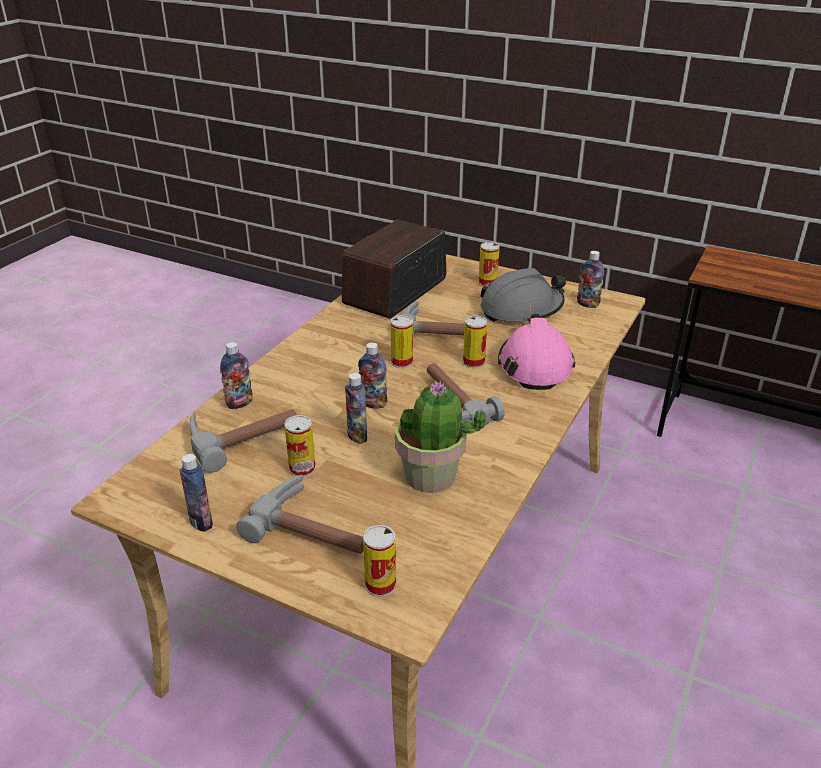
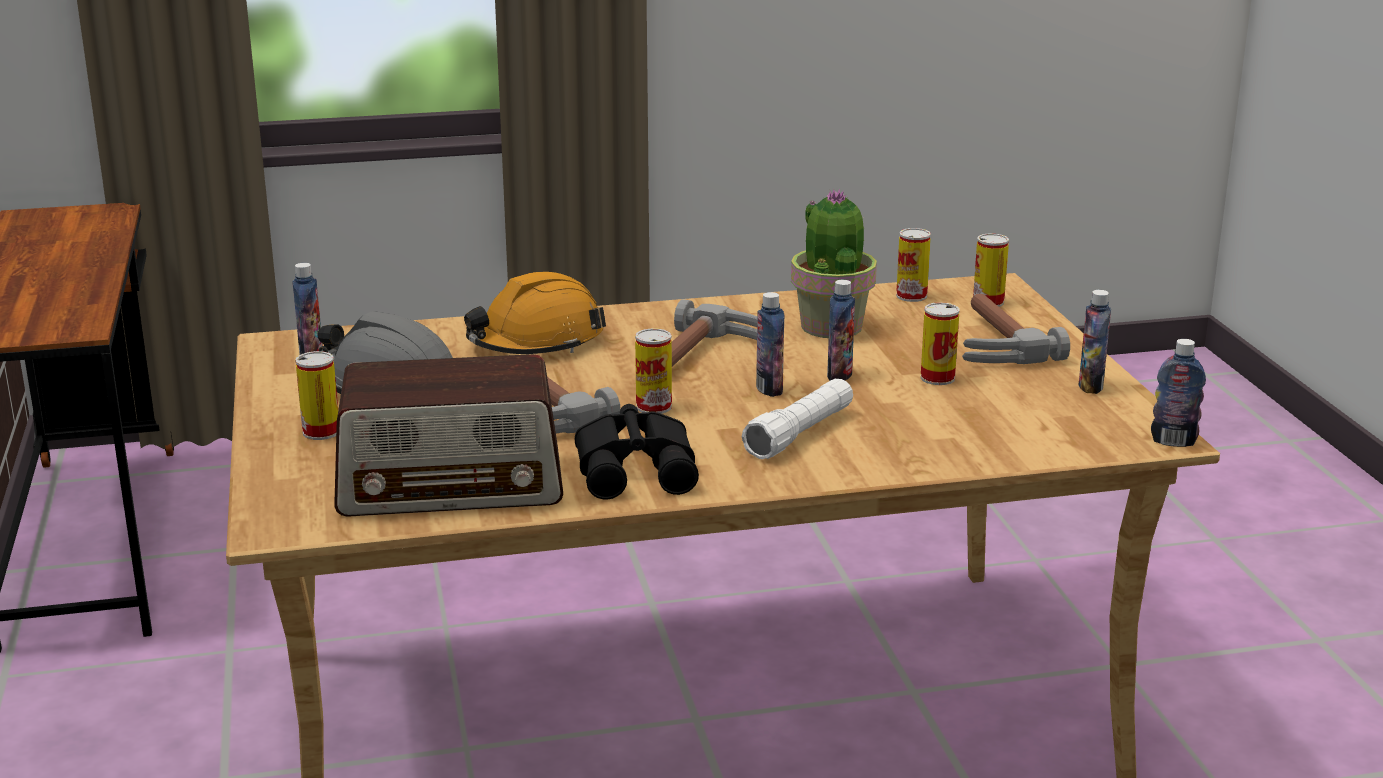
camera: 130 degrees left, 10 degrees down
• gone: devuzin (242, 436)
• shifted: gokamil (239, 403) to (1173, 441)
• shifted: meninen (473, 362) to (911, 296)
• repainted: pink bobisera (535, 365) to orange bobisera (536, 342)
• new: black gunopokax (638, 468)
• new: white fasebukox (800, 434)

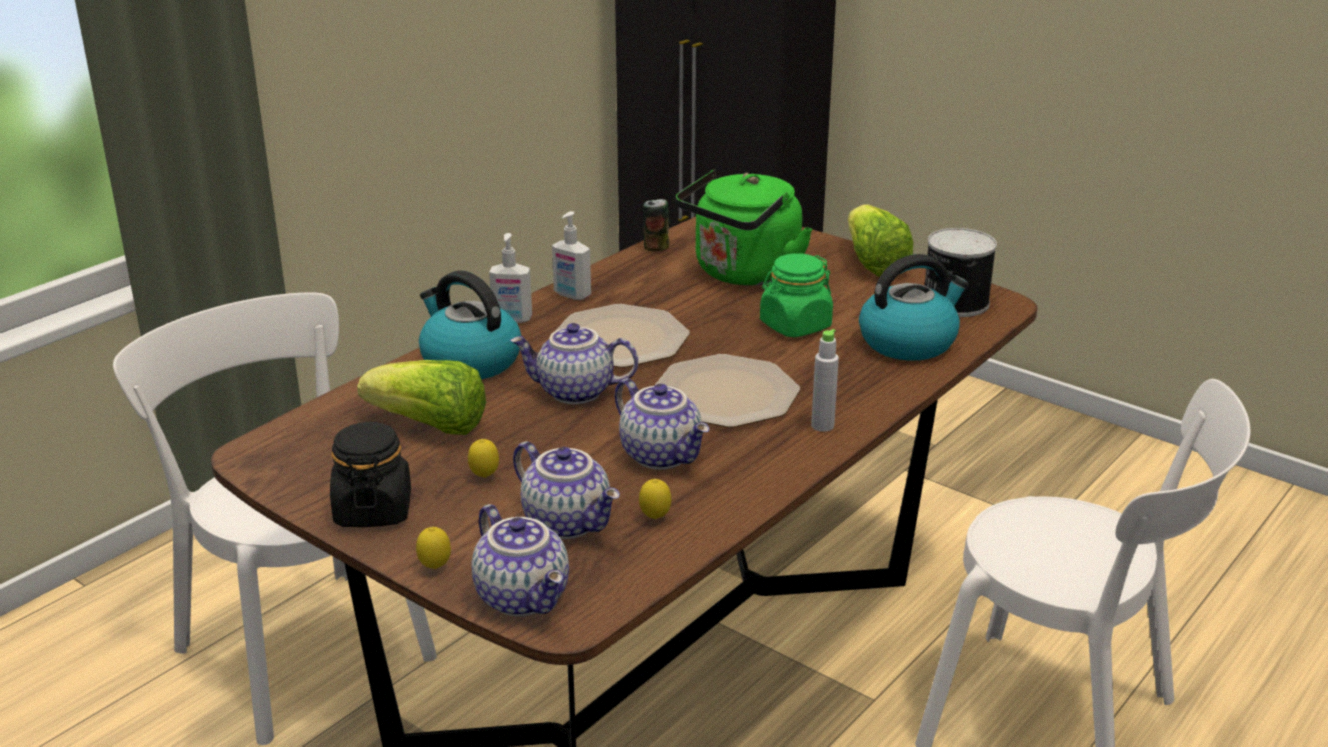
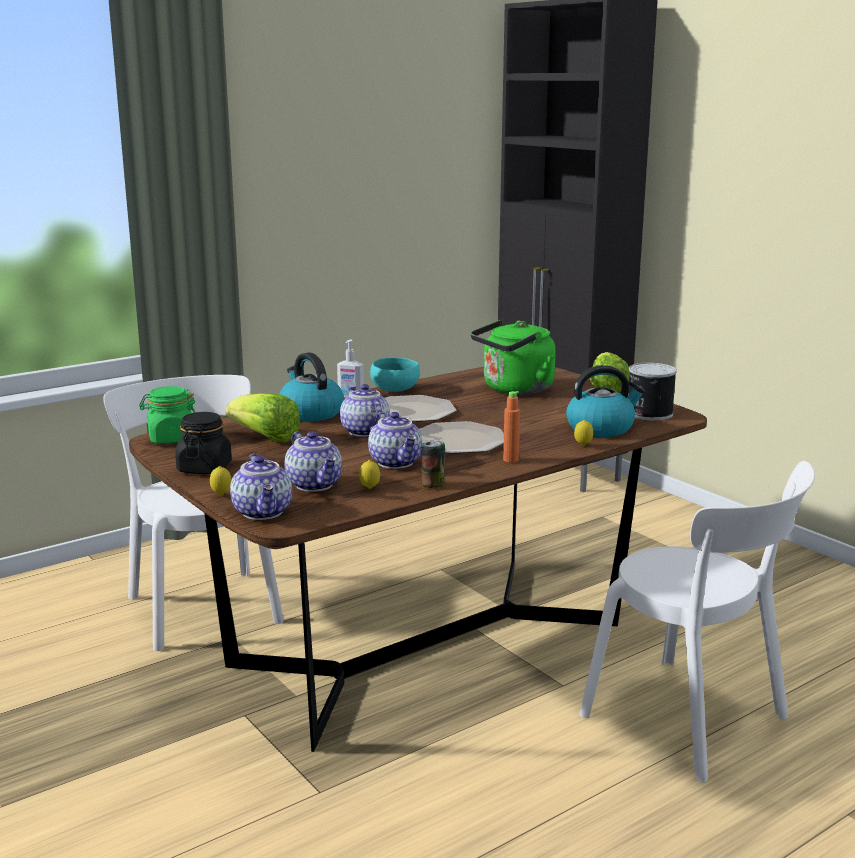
camera: 15 degrees right, 10 degrees down
• shifted: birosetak (484, 477) to (583, 445)
• rotated: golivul (574, 393) = (363, 431) 45 degrees clockwise
• swapped: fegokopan (571, 295) to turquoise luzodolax (396, 390)
• shifted: meninen (656, 247) to (433, 485)
• shifted: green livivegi (795, 326) to (171, 438)
• repainted: grey gokamil (822, 426) to orange gokamil (510, 460)

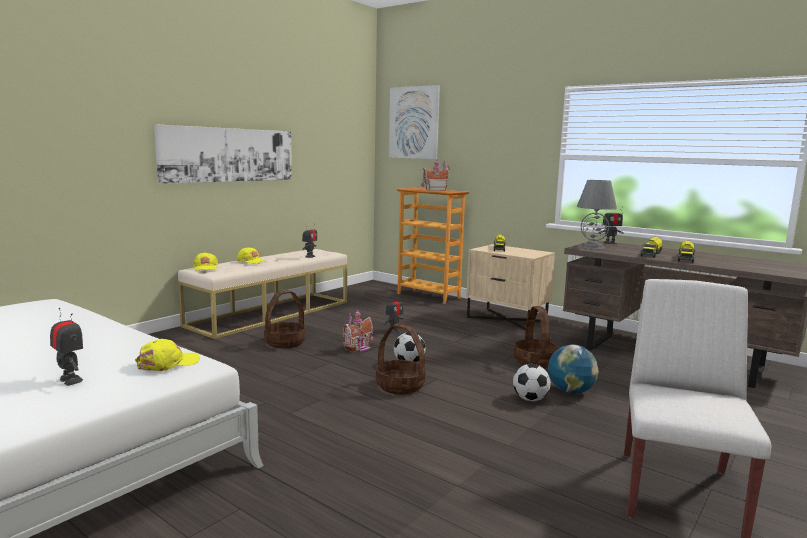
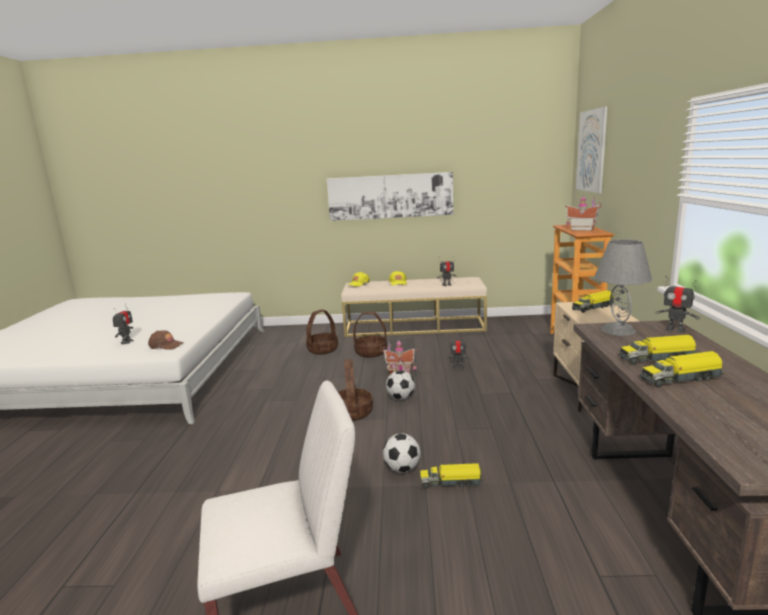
camera: 55 degrees right, 5 degrees up
• repainted: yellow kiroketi (168, 363) to brown kiroketi (166, 345)
• shifted: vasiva (535, 362) to (322, 349)
• swapped: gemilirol (570, 391) to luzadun (451, 482)

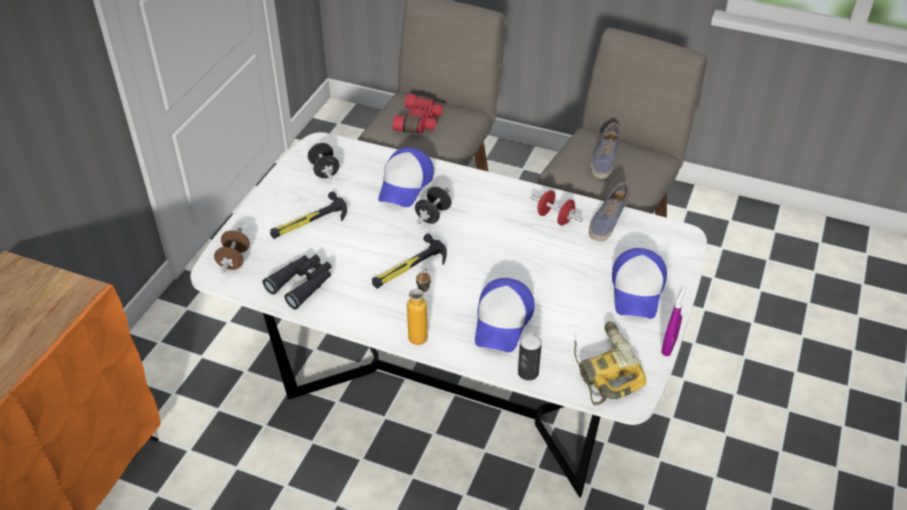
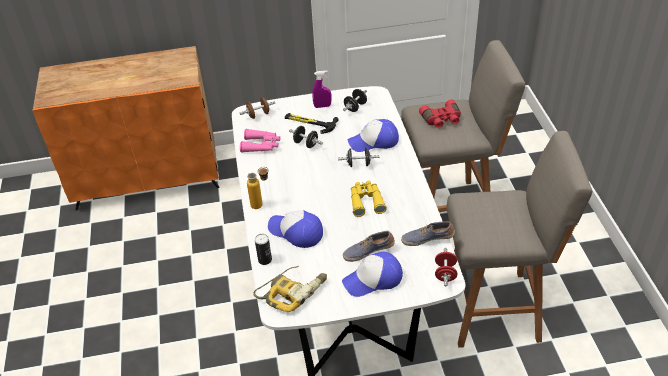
camera: 60 degrees right, 0 degrees up
• repainted: black gunopokax (302, 284) to pink gunopokax (261, 145)
• gone: devuzin (408, 267)
• rotated: kiroketi (503, 322) = (296, 232) 45 degrees clockwise
• shifted: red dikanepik (555, 218) to (445, 273)
• shifted: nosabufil (604, 160) to (368, 251)
• shifted: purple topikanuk (668, 346) to (322, 106)
• new: black dikanepik (306, 144)
• new: yellow gunopokax (366, 201)

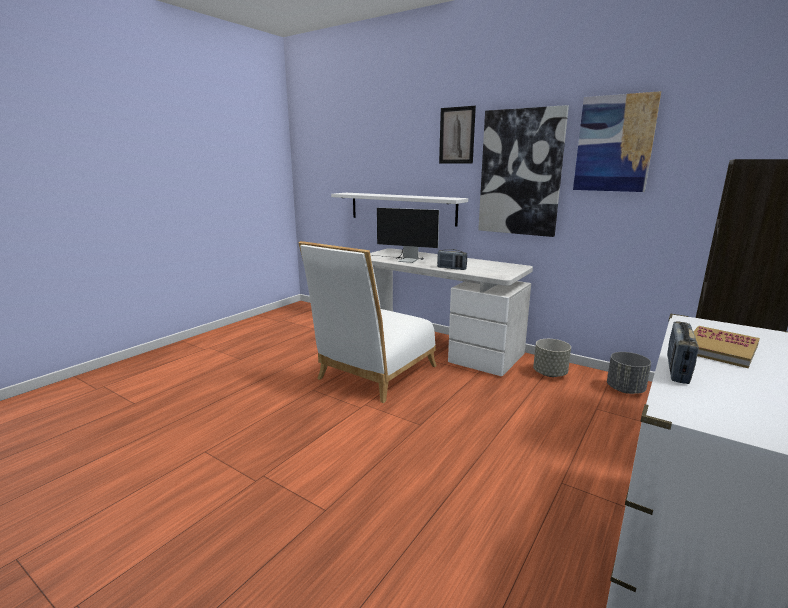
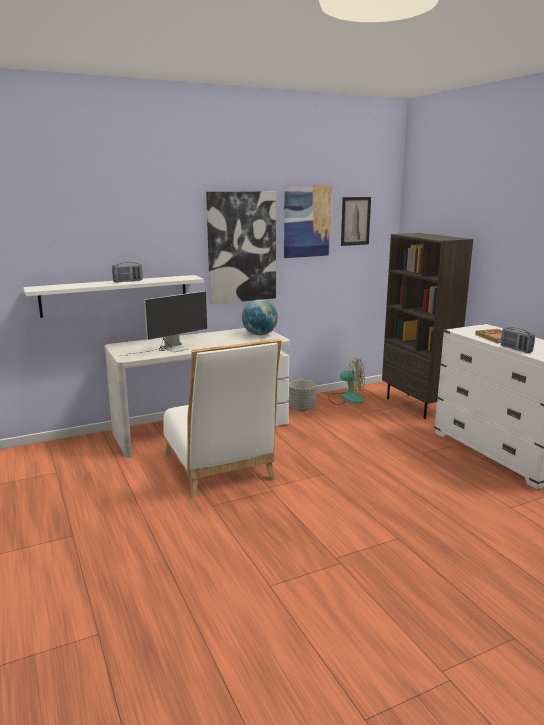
camera: 60 degrees left, 0 degrees up
• shifted: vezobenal (451, 268) to (128, 281)
• shifted: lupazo (457, 135) to (355, 221)
• swapped: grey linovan (625, 389) to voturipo (346, 398)
• new: gemilirol (260, 334)

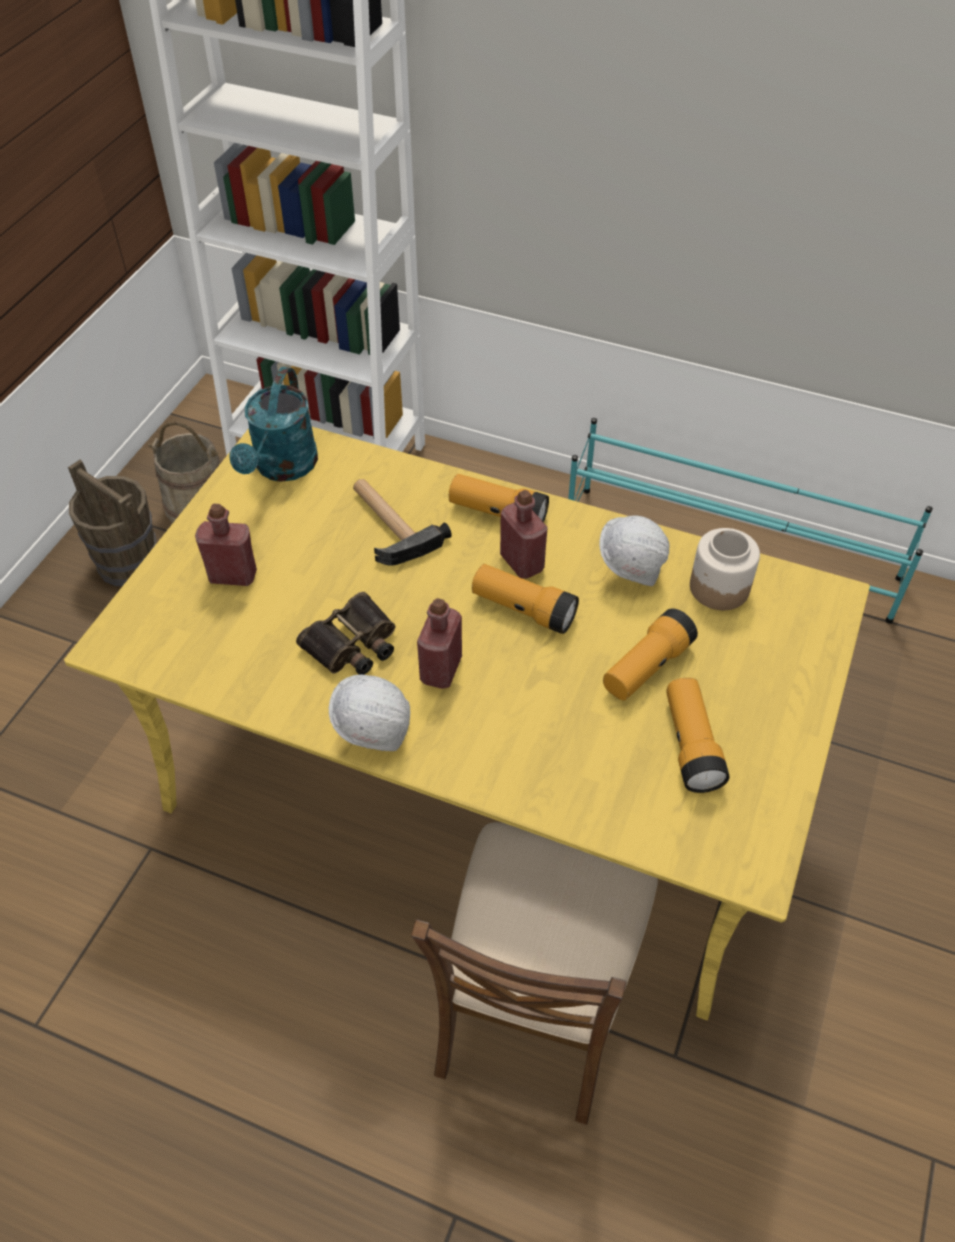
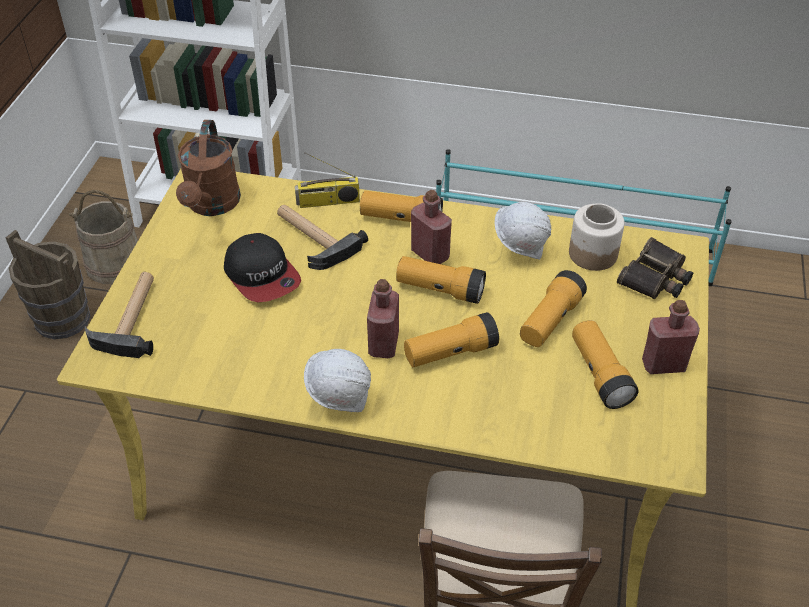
camera: 10 degrees left, 5 degrees down
• shifted: red gokamil (233, 576) to (663, 365)
• repainted: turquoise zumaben (282, 468) to brown zumaben (212, 205)
• shifted: gunopokax (353, 644) to (656, 278)
• new: devuzin (132, 317)
• new: kiroketi (262, 275)
• new: vezobenal (327, 202)
• new: fasebukox (450, 352)

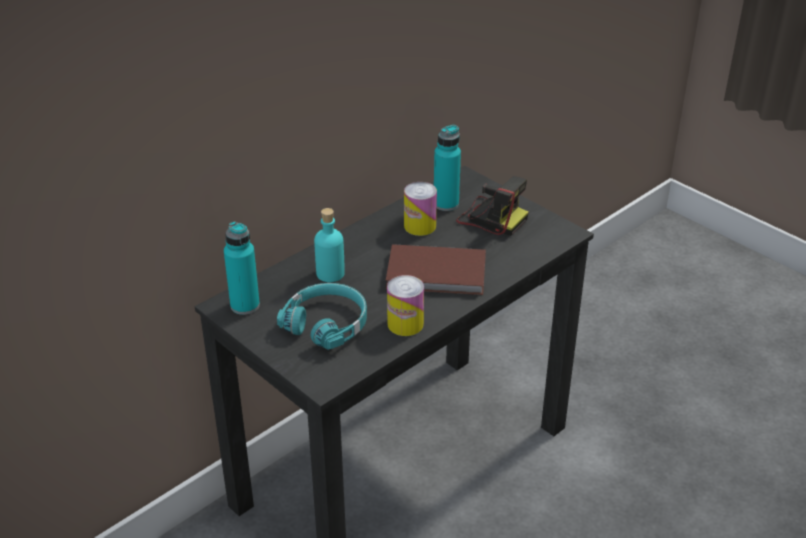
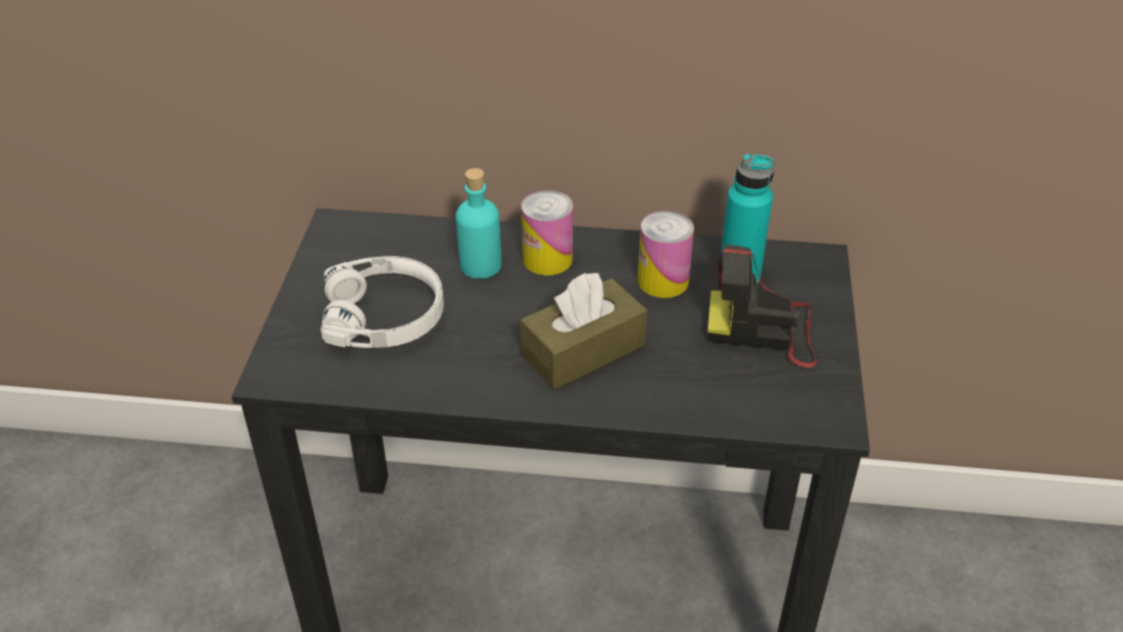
camera: 50 degrees right, 5 degrees up
• gone: turquoise gokamil (245, 305)
• repainted: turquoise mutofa (327, 323) to white mutofa (385, 316)
• swapped: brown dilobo (437, 274) to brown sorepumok (583, 350)
• shifted: meninen (405, 324) to (547, 259)
• rotated: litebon (490, 218) = (764, 330) 105 degrees clockwise

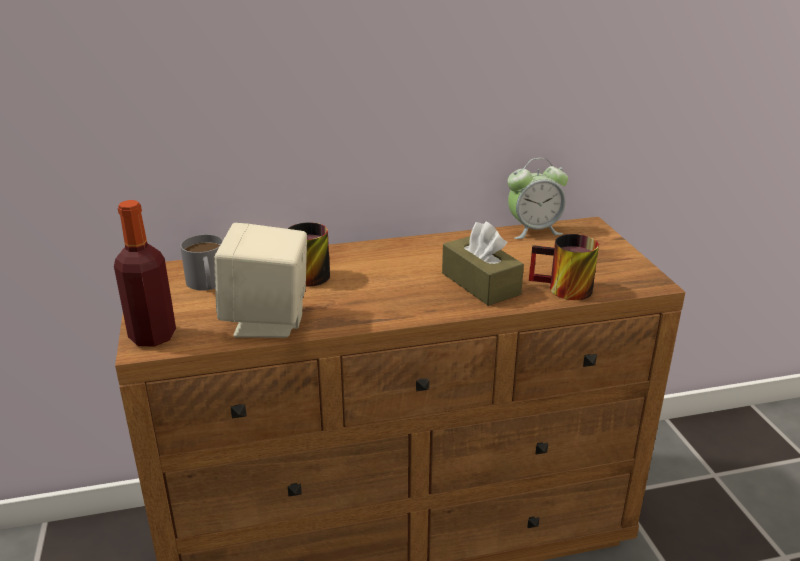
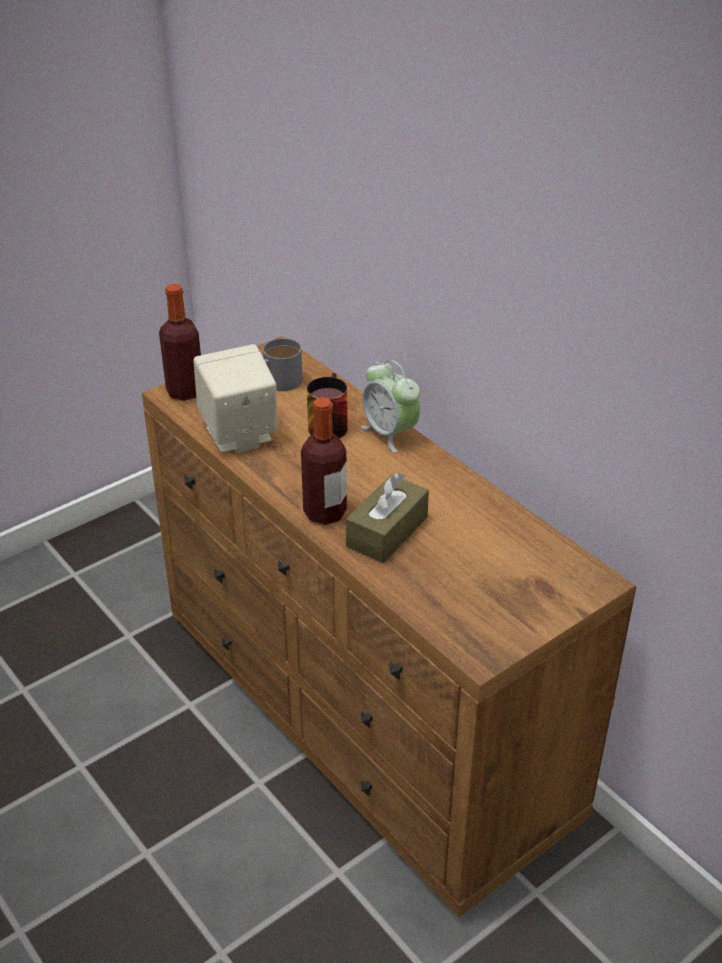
camera: 65 degrees right, 10 degrees up
• shifted: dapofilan (533, 230) to (390, 433)
• gone: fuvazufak (562, 290)
• new: gokamil (325, 513)

